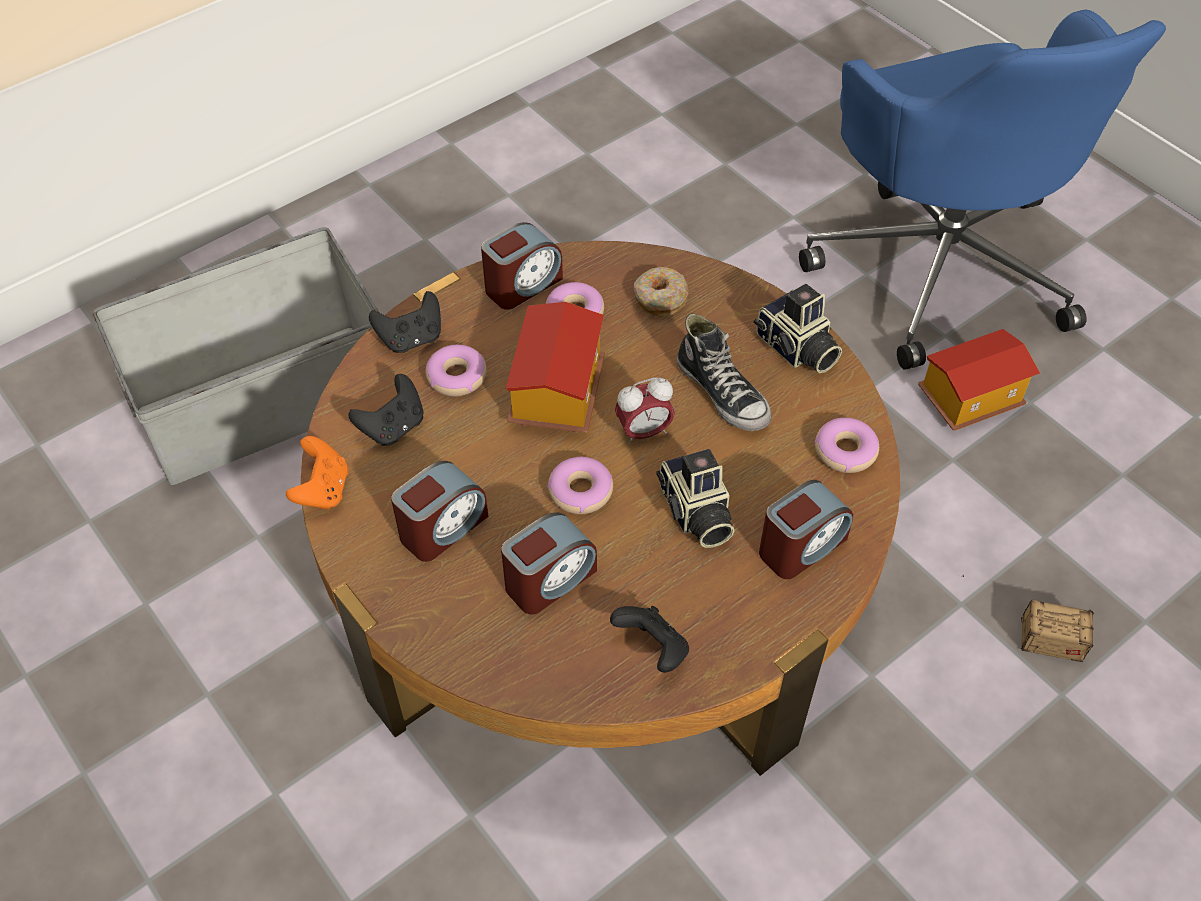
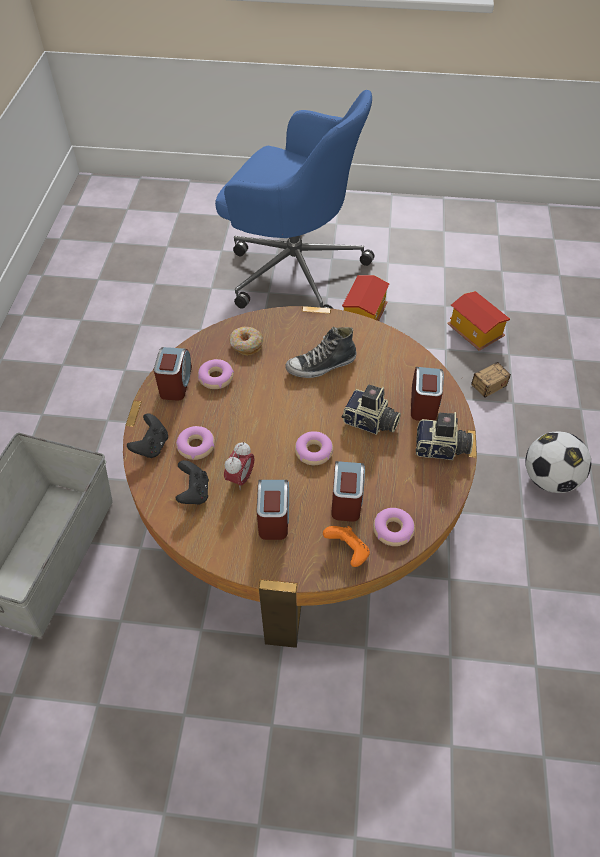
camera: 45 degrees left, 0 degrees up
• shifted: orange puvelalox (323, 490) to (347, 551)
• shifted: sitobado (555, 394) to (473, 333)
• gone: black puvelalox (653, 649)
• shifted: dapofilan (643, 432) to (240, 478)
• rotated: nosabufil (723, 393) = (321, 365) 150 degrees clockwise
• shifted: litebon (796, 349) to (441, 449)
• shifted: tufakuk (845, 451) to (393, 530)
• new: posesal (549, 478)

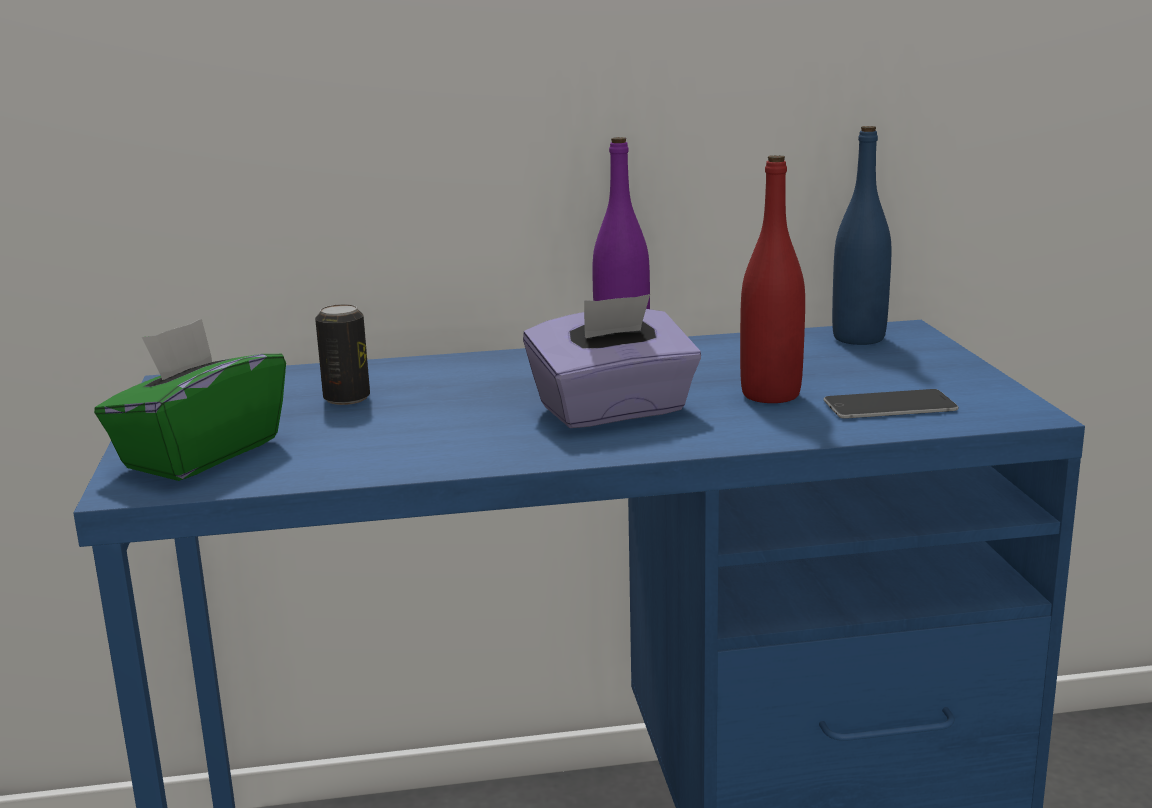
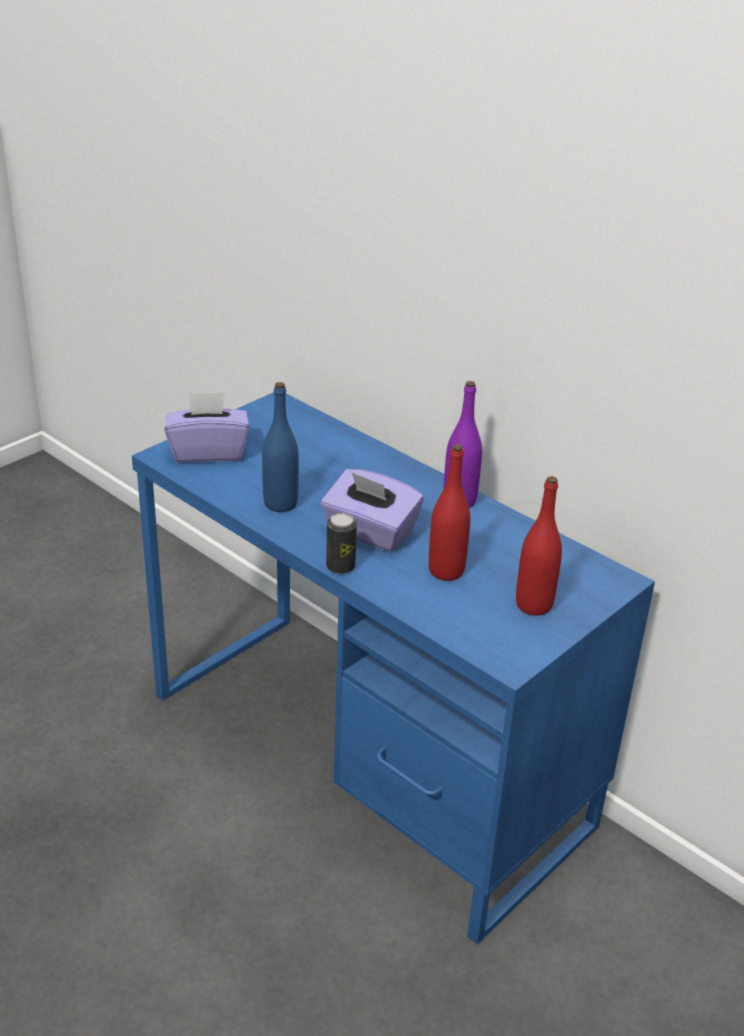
camera: 50 degrees right, 15 degrees up
• repainted: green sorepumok (200, 454) to purple sorepumok (208, 451)
• shifted: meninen (346, 398) to (340, 566)
• gone: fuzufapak (890, 405)
• shifted: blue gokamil (858, 338) to (280, 504)
• new: red gokamil (534, 605)

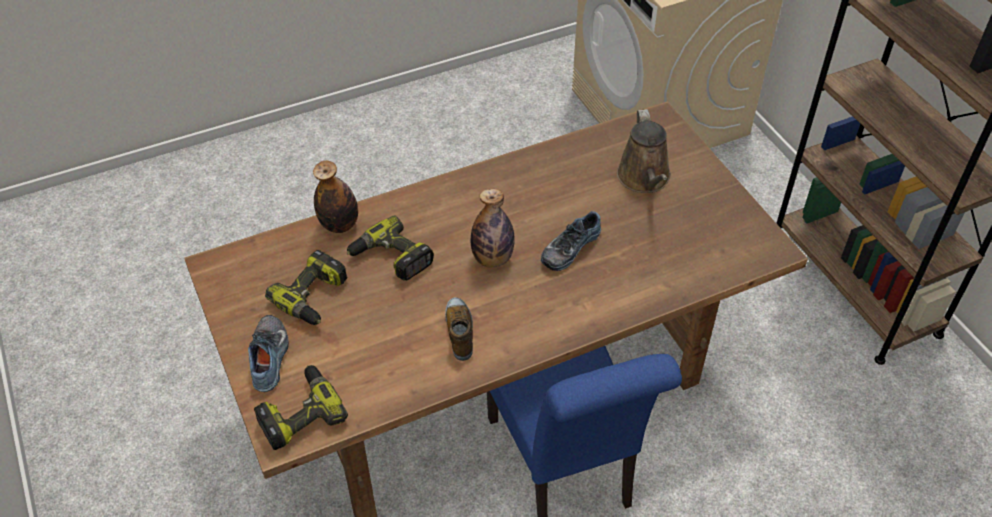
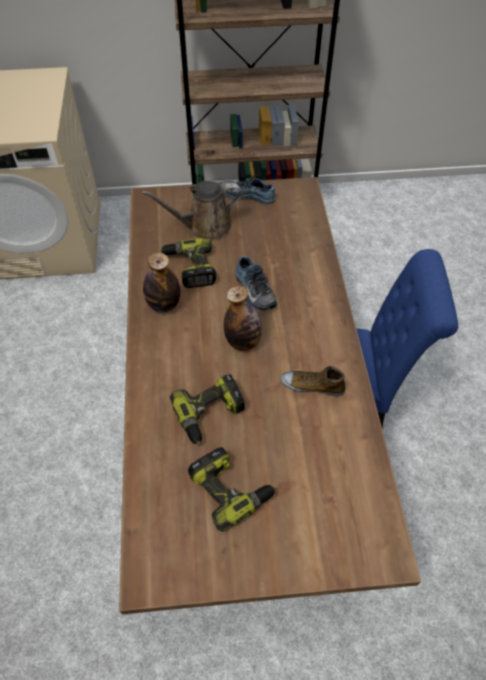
camera: 70 degrees left, 5 degrees up
• shifted: nosabufil (271, 357) to (247, 194)
• shifted: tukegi (299, 413) to (190, 268)
• shifted: gokamil (339, 225) to (164, 305)
• rotated: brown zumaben (644, 179) = (204, 226) 150 degrees clockwise

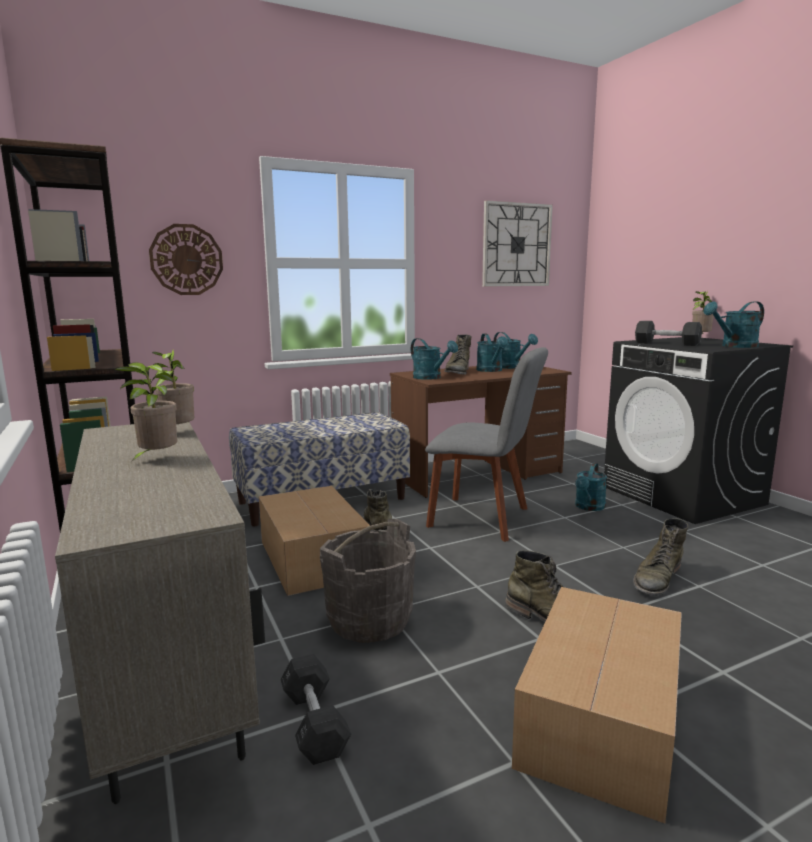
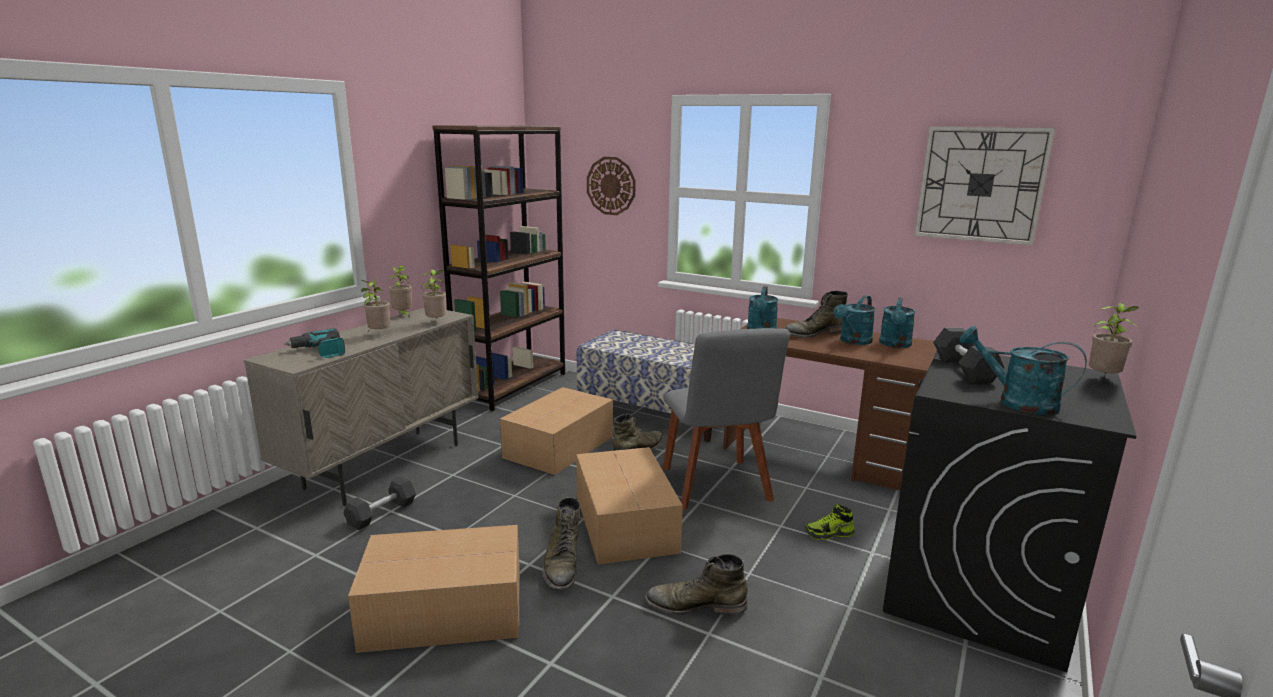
camera: 55 degrees right, 5 degrees up
• gone: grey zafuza (369, 619)
• swapped: turquoise zumaben (589, 507) to nosabufil (829, 534)
• new: tukegi (319, 351)
• new: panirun (403, 315)
• new: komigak (624, 524)

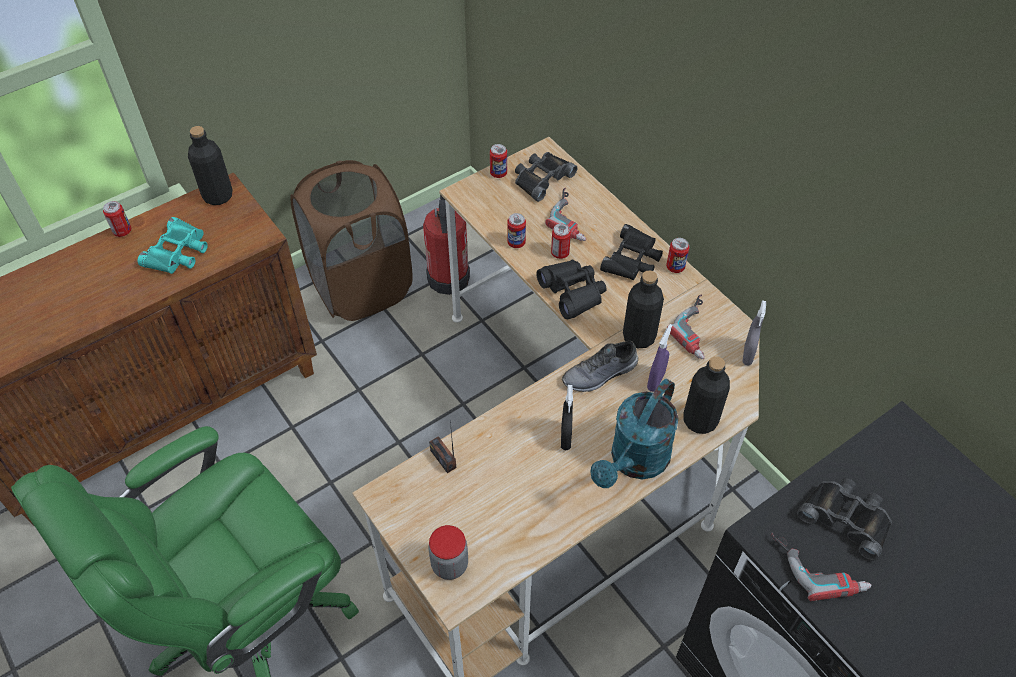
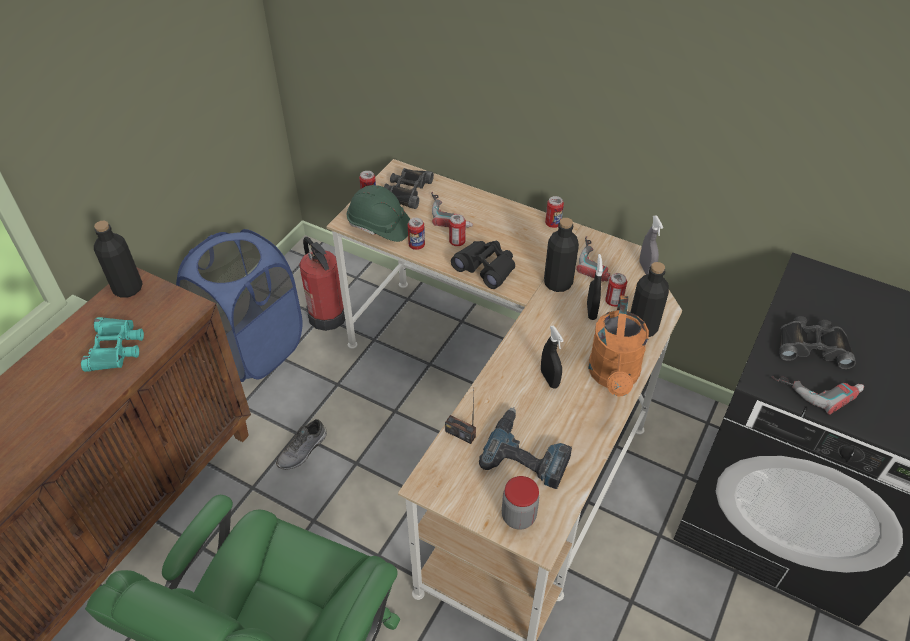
camera: 25 degrees left, 5 degrees down
• shifted: meninen (122, 231) to (613, 301)
• repainted: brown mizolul (361, 287) to blue mizolul (254, 348)
• shifted: grey nosabufil (600, 374) to (303, 451)
• repainted: turquoise zumaben (634, 462) to orange zumaben (614, 377)
• gone: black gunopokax (633, 259)
• repainted: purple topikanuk (655, 381) to black topikanuk (591, 311)
• new: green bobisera (379, 226)
• new: tukegi (527, 453)

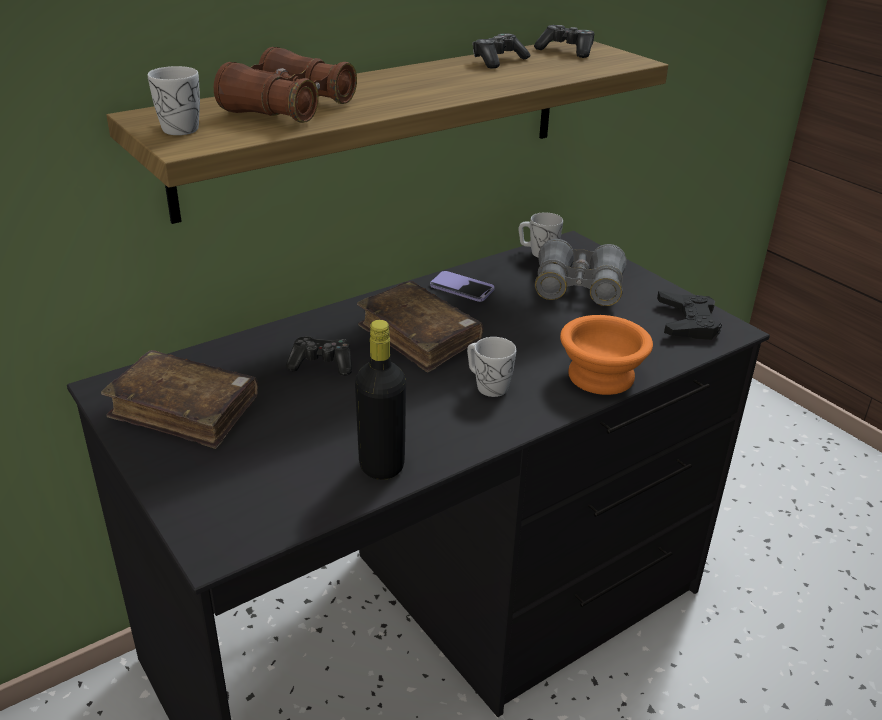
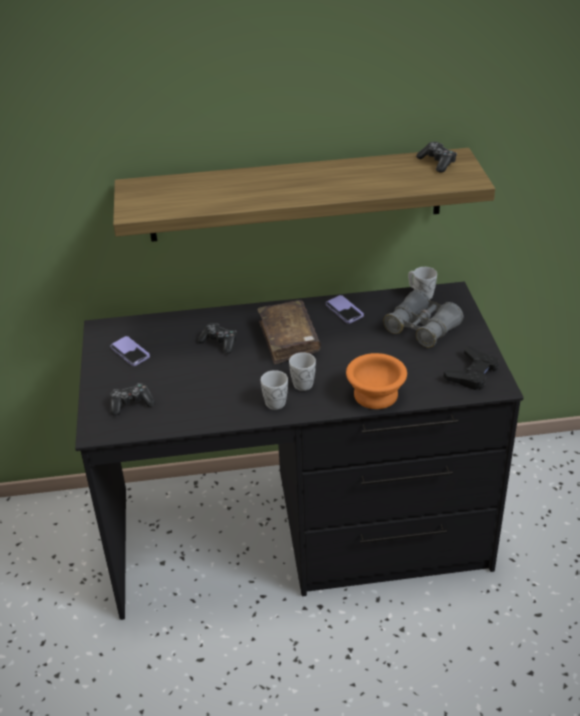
camera: 30 degrees right, 5 degrees up
• swapped: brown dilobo (185, 411) to fuzufapak (130, 352)
• shifted: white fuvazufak (175, 127) to (274, 400)
• gone: brown gunopokax (288, 108)
• gone: black gokamil (381, 465)
• shifted: puvelalox (498, 61) to (131, 404)

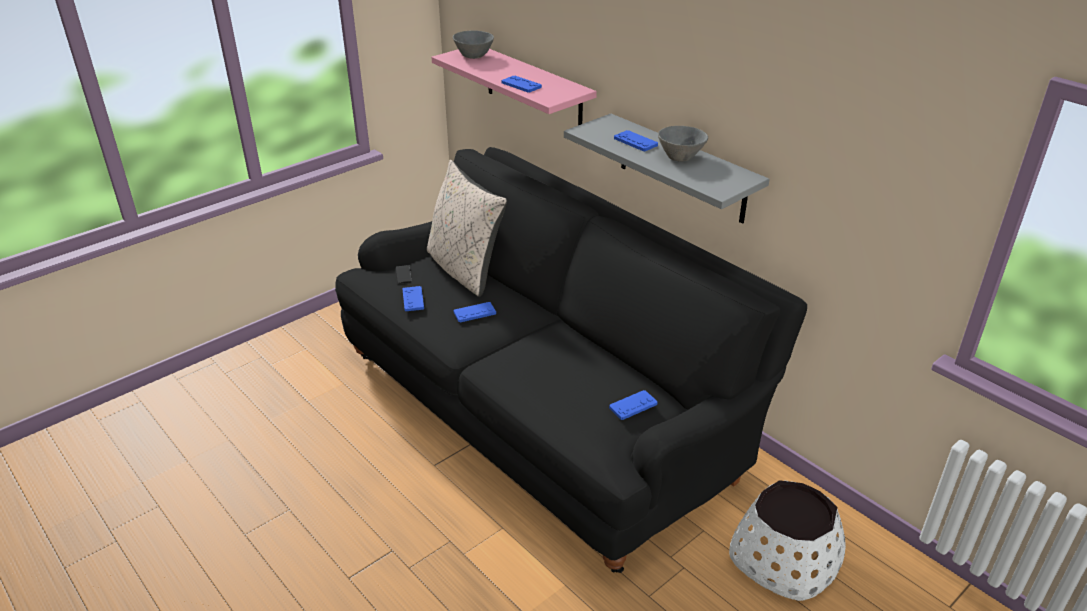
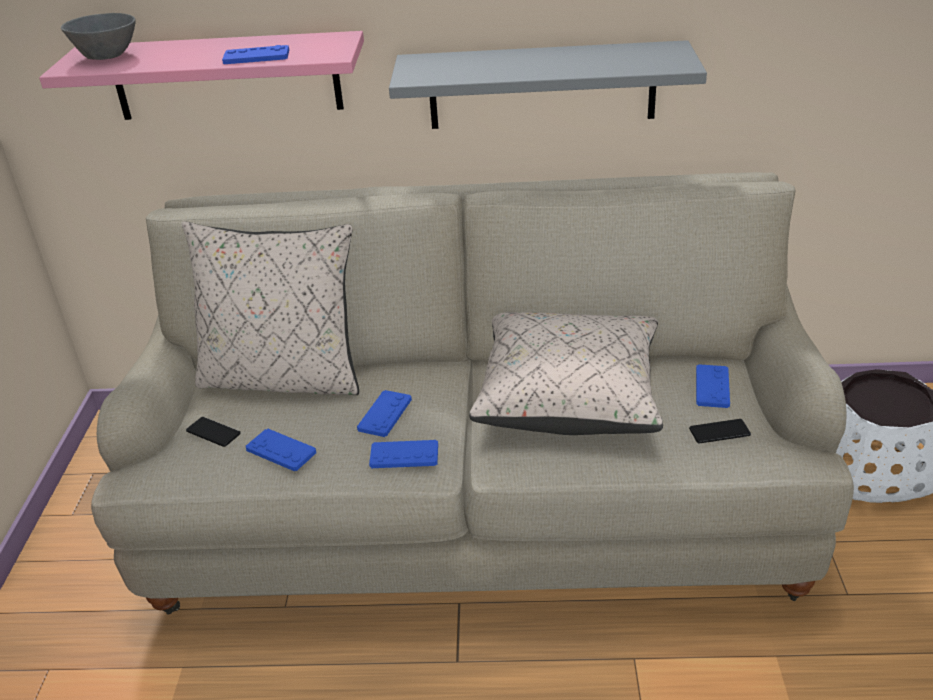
camera: 45 degrees left, 0 degrees up
• repainted: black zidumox (544, 409) to beige zidumox (477, 502)
• shifted: blue puvelalox (635, 142) to (404, 455)
• gone: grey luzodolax (682, 157)
• new: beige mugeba (569, 395)
• new: fuzufapak (719, 432)

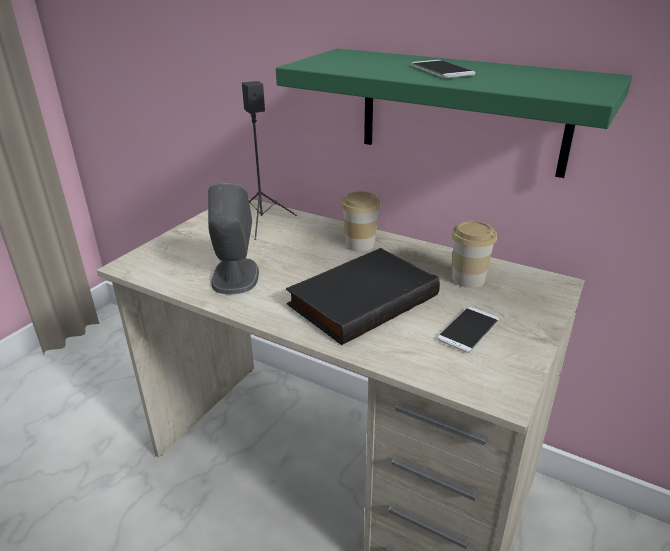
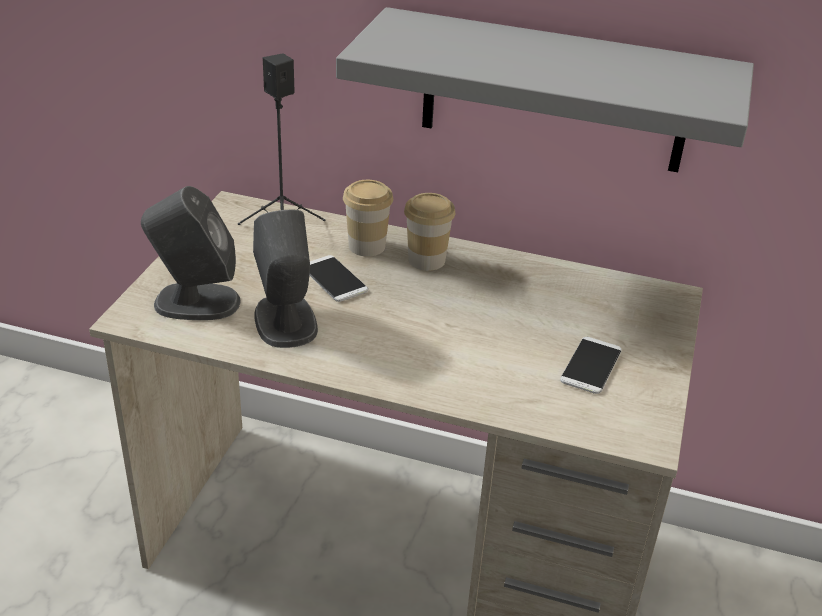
camera: 15 degrees left, 5 degrees up
• repainted: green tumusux (462, 111) to grey tumusux (554, 92)
• gone: black dilobo (361, 298)
• shifted: fuzufapak (442, 70) to (334, 279)
• shifted: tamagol (468, 279) to (367, 246)
• new: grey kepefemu (195, 302)

